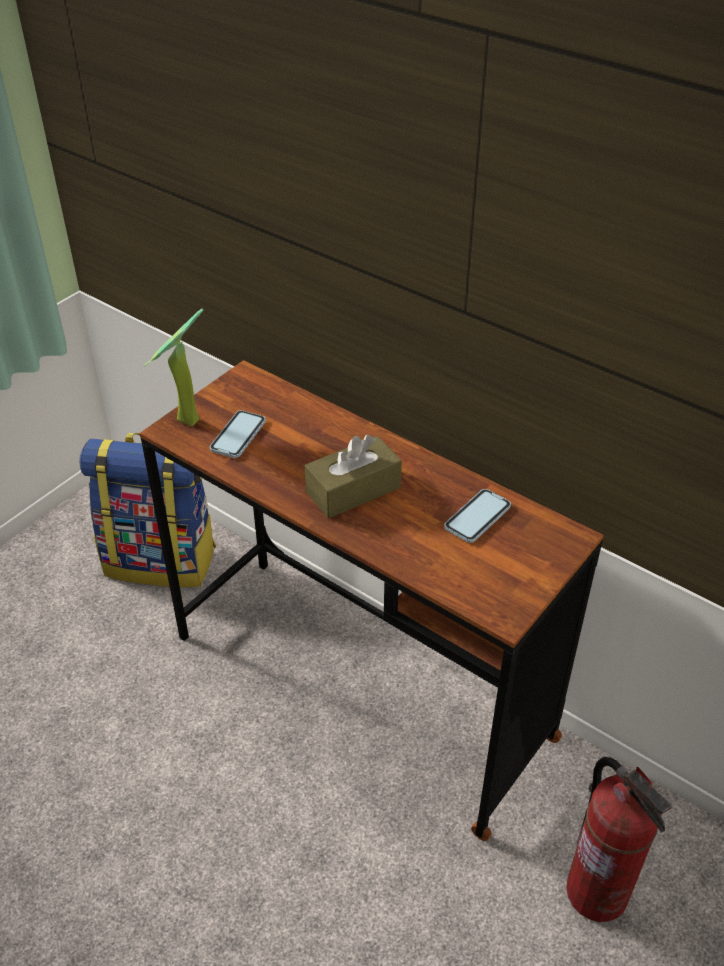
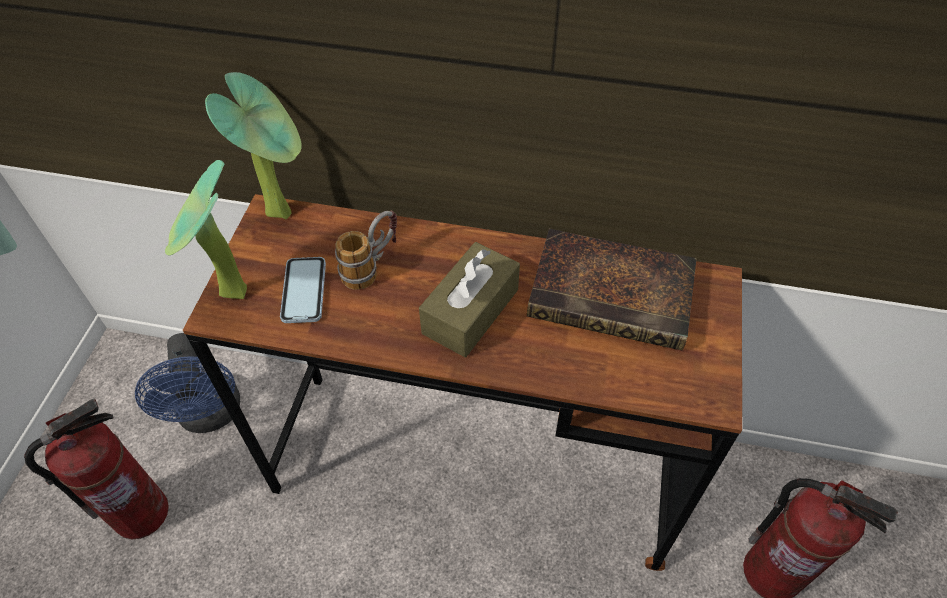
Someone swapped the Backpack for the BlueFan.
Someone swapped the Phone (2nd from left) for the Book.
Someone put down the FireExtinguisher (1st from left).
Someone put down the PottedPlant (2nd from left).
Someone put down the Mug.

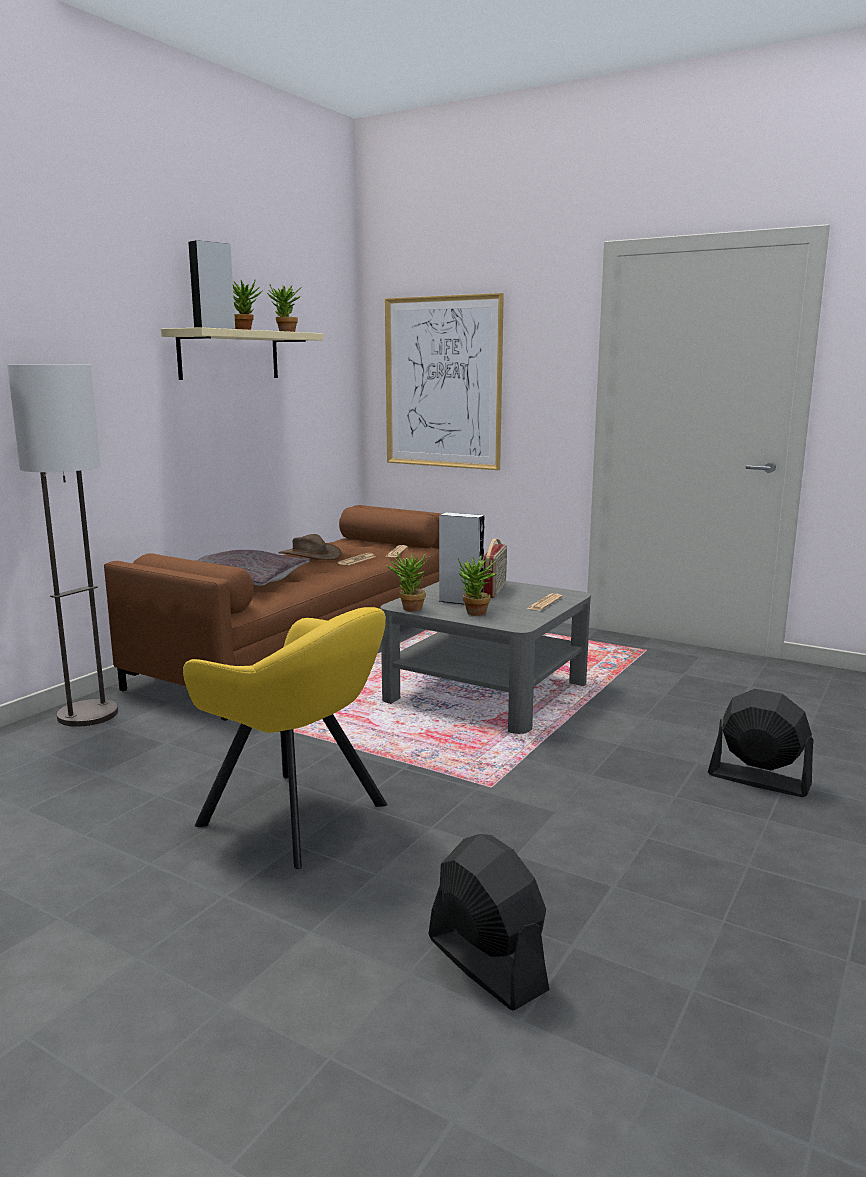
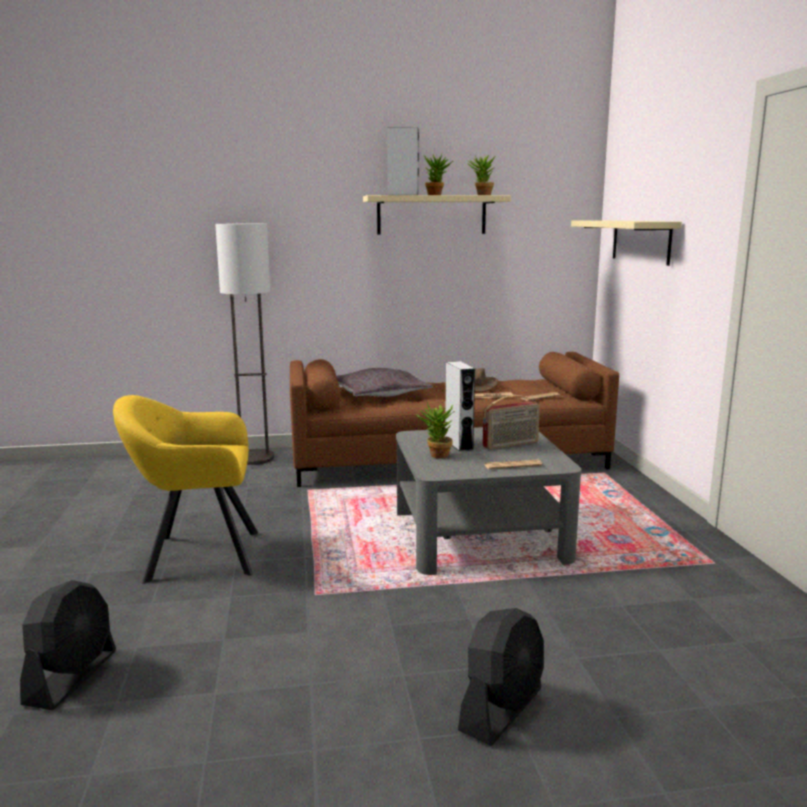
Someone rotated the YellowArmchair by 90 degrees clockwise.
Someone swapped the Picture for the BeigeShelf (2nd from left).
Someone took away the PottedPlant (3rd from left).
Someone rotated the BlackFan (2nd from left) by 45 degrees clockwise.

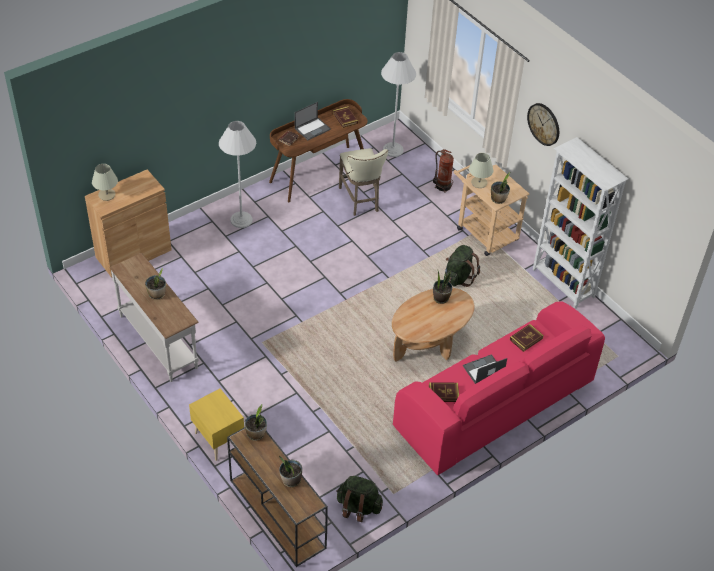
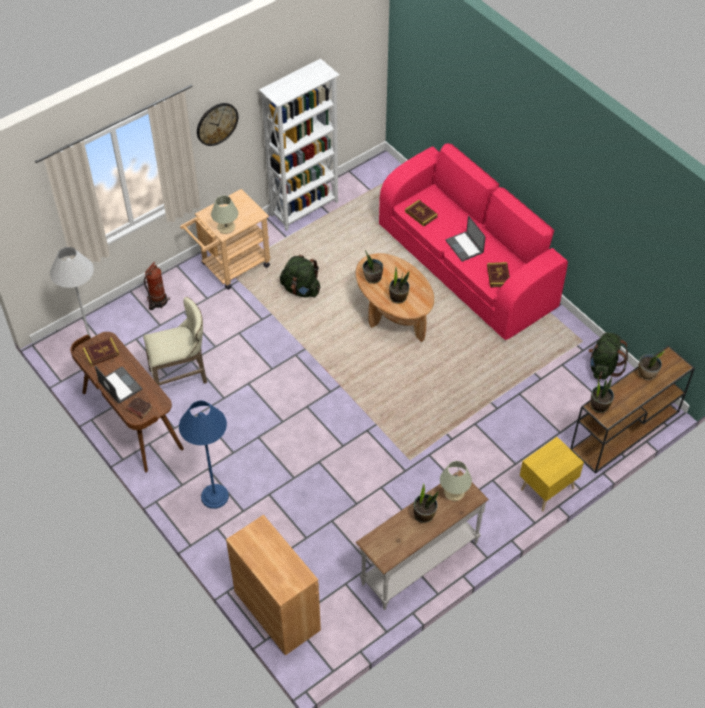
Someone carried the BeigeTableLamp (1st from left in the first image).
Someone repainted the WhiteFloorLamp (1st from left), which became the BlueFloorLamp.
Someone carried the PottedPlant (5th from left in the first image).

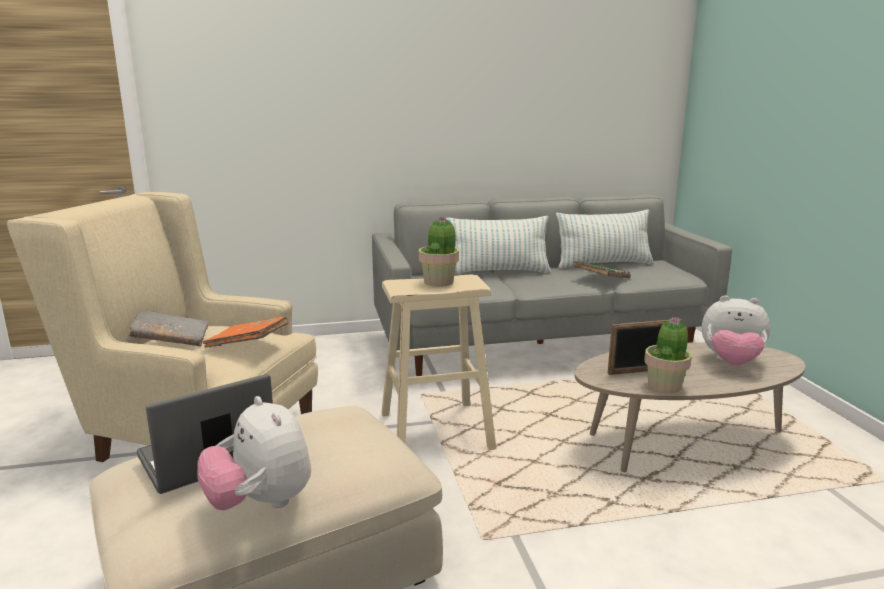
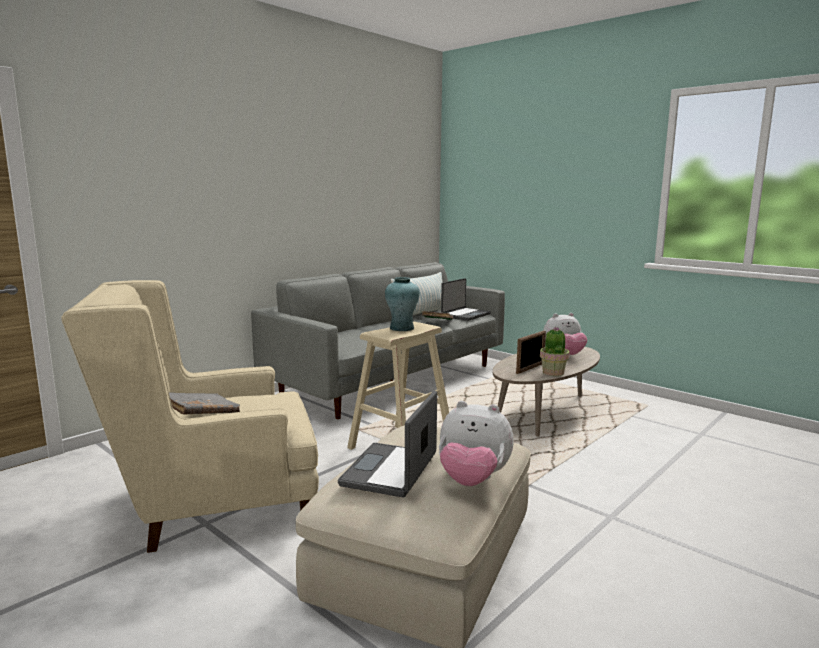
Someone took away the OrangeBook.
Someone swapped the PottedPlant (1st from left) for the TurquoiseVase.
Someone took away the Pillow (1st from left).
Someone put down the Laptop (2nd from left).

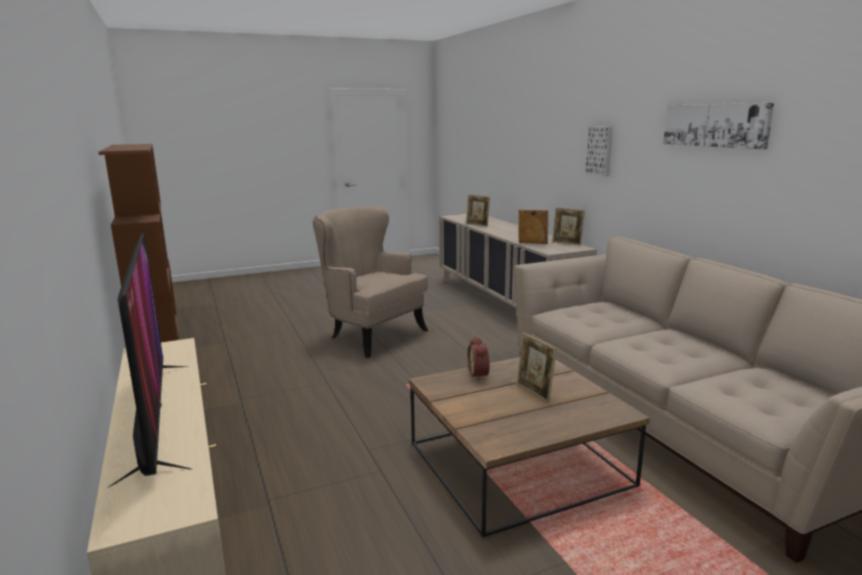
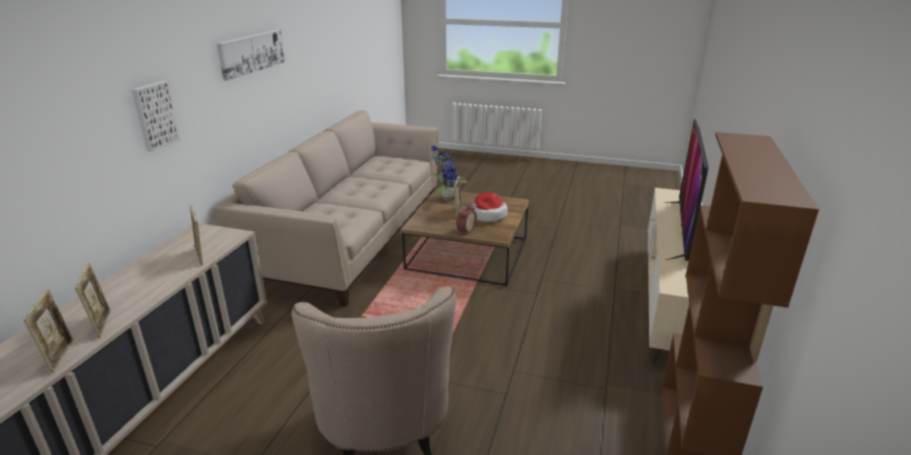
Someone carried the PictureFrame (4th from left in the first image).
Someone put down the PottedPlant.
Someone put down the Hat.

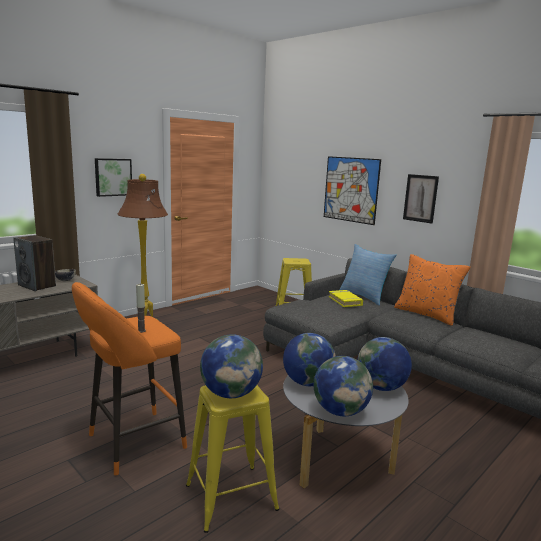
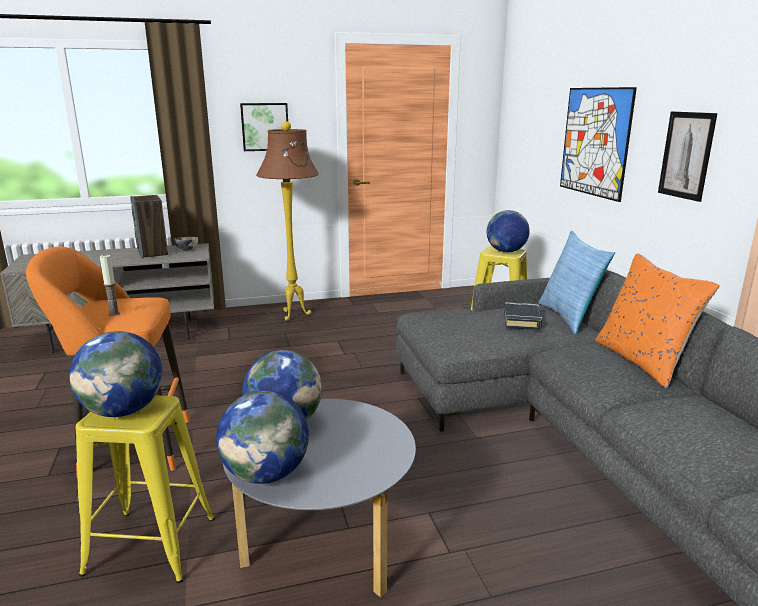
Someone repainted the YellowBook, which became the BlackBook.
Someone carried the Globe (4th from left).

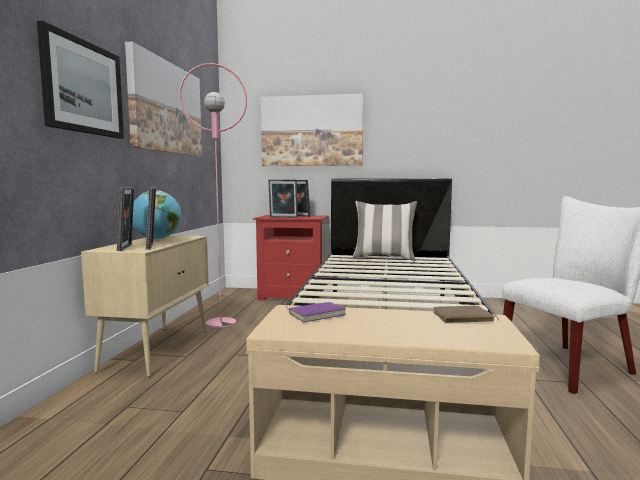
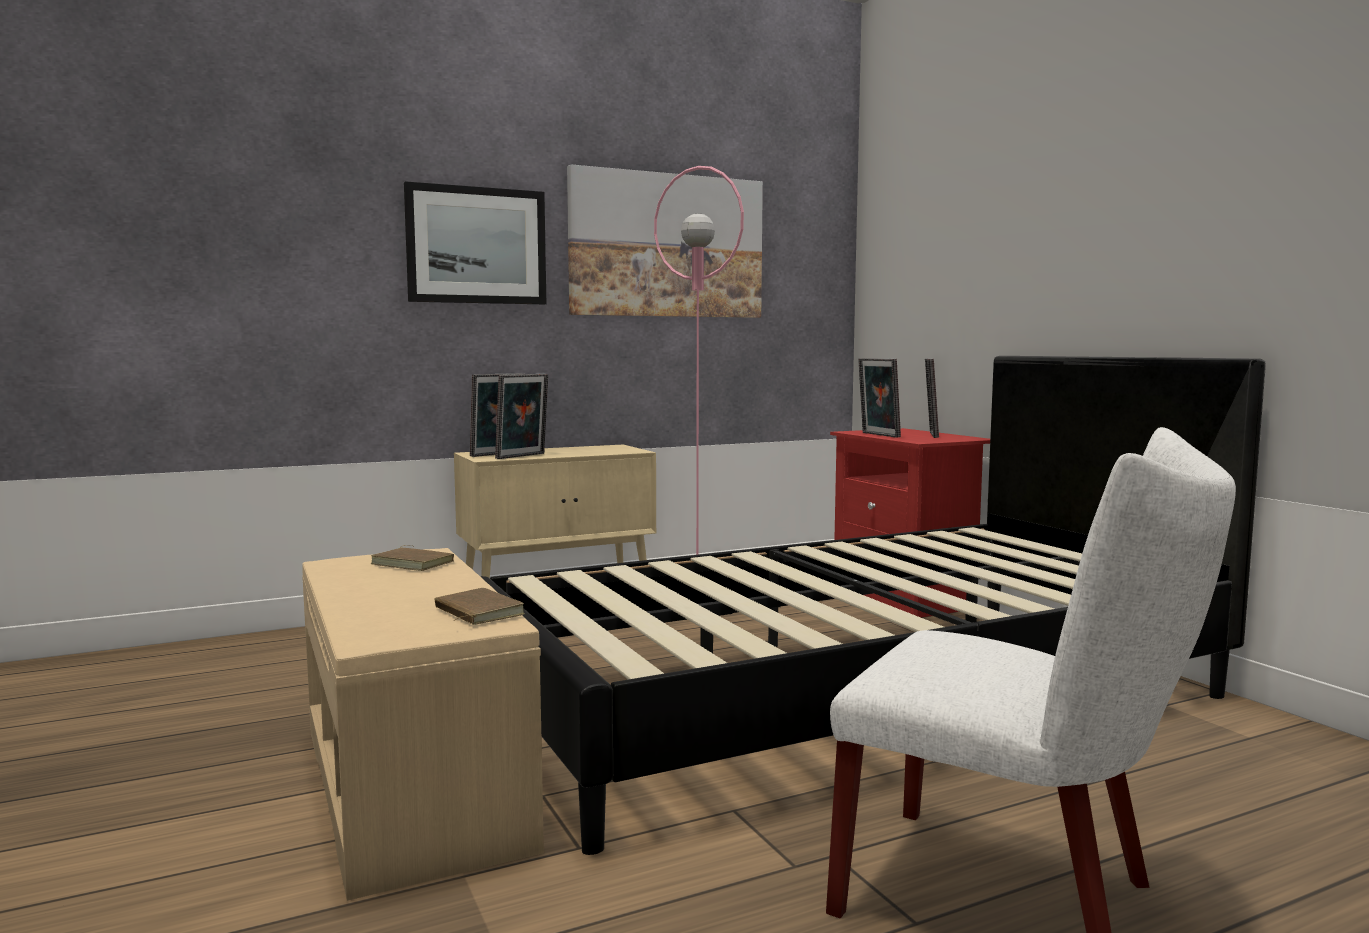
Someone took away the Globe.
Someone took away the Picture (3rd from left).
Someone repainted the PurpleBook, which became the BrownBook (1st from left).
Someone took away the Pillow.

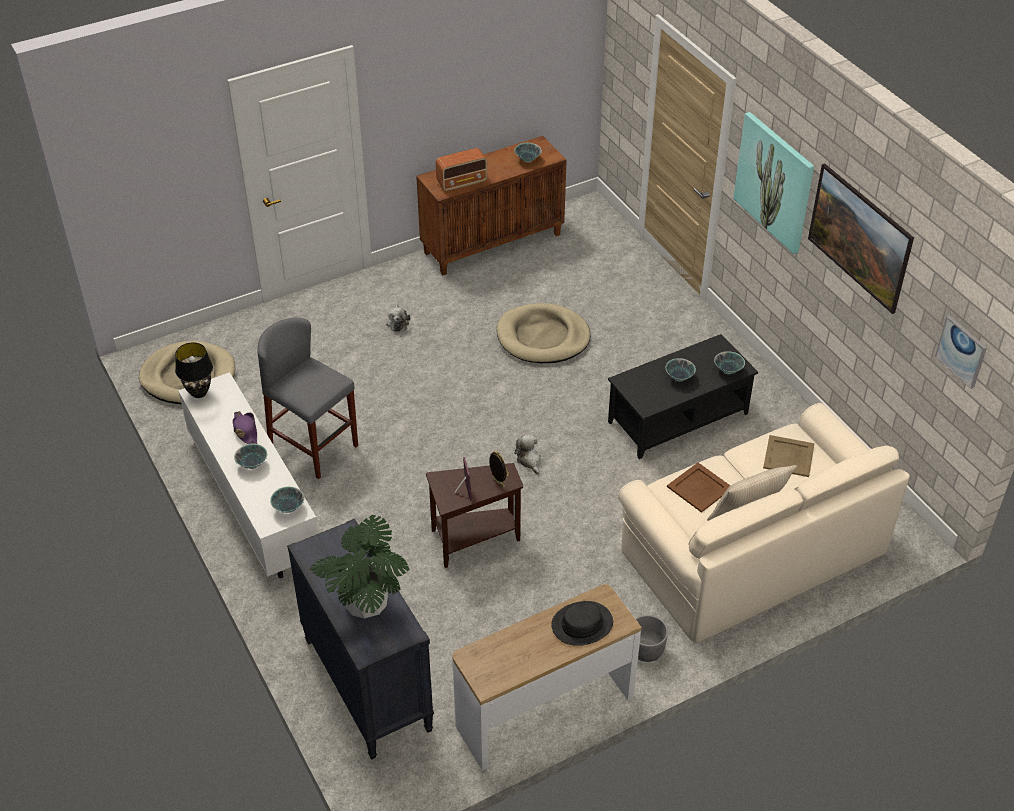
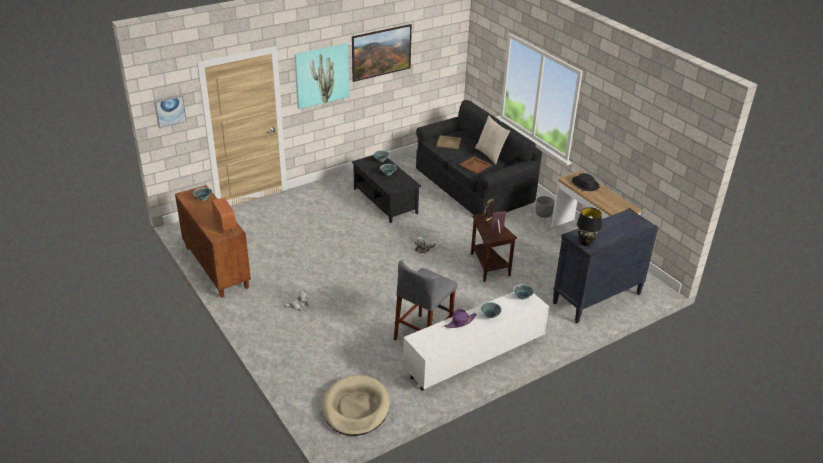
Someone carried the BlackTableLamp.
Someone took away the PottedPlant.
Someone took away the BeigeDogBed (2nd from left).
Someone repainted the BeigeSofa, which became the BlackSofa.
Someone carried the Picture (3rd from left in the first image).

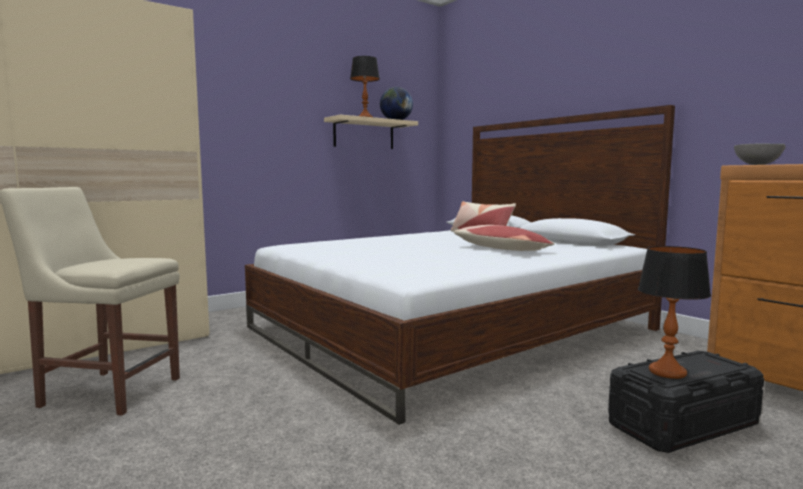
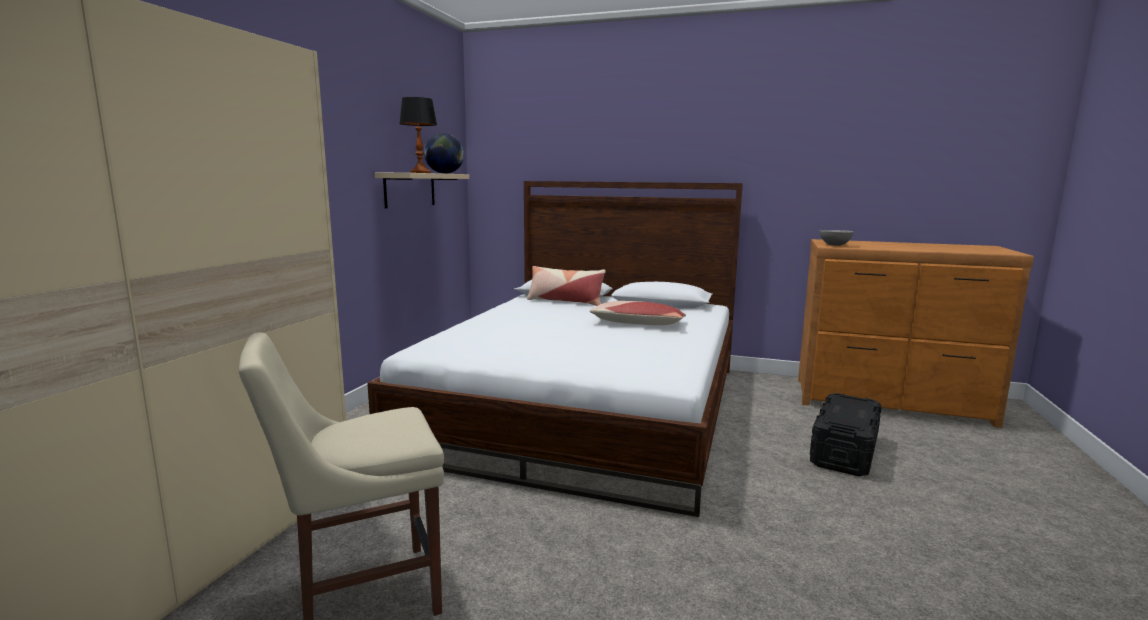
Someone took away the TableLamp (2nd from left).

